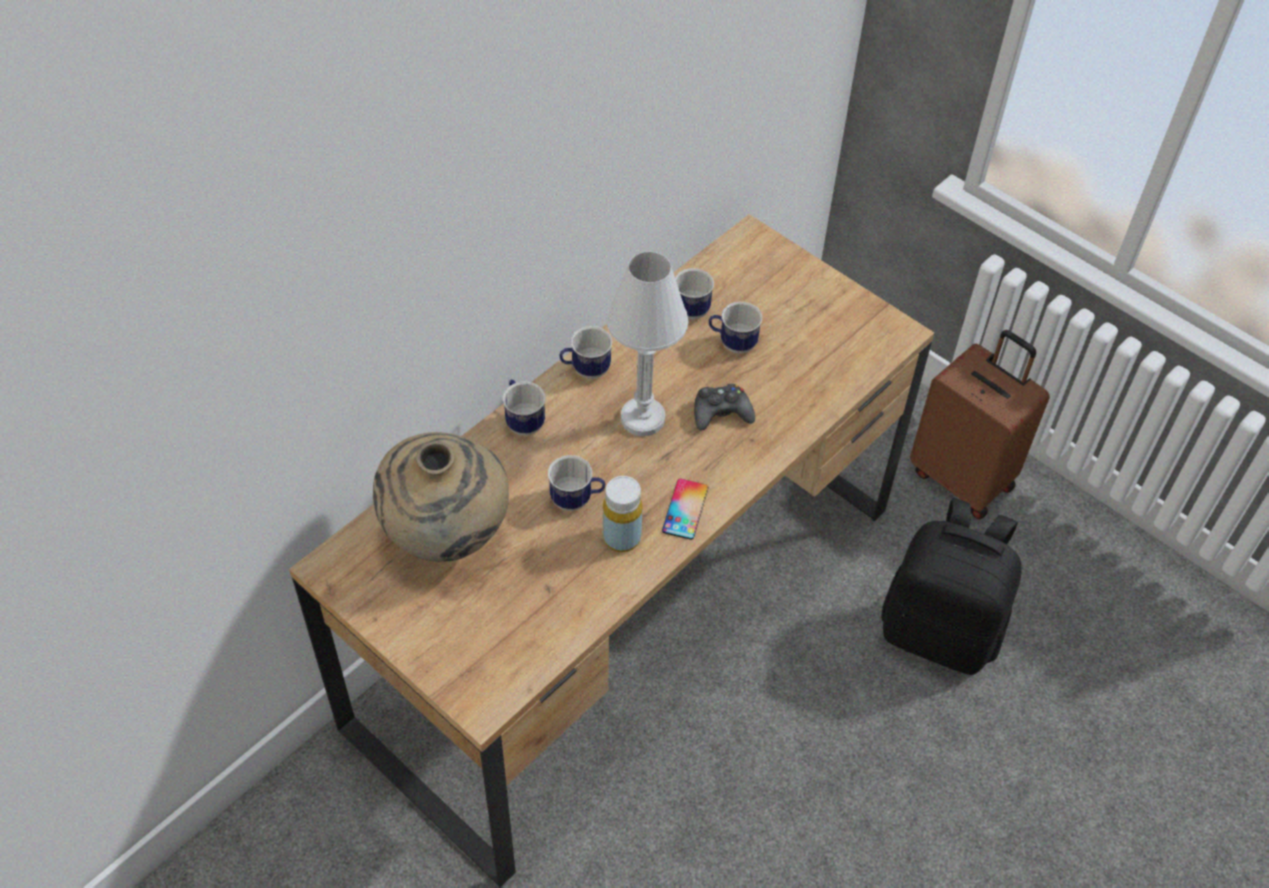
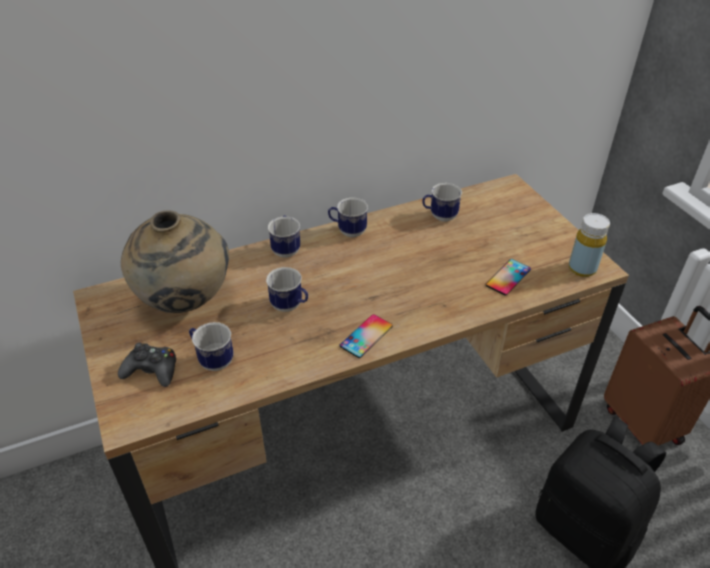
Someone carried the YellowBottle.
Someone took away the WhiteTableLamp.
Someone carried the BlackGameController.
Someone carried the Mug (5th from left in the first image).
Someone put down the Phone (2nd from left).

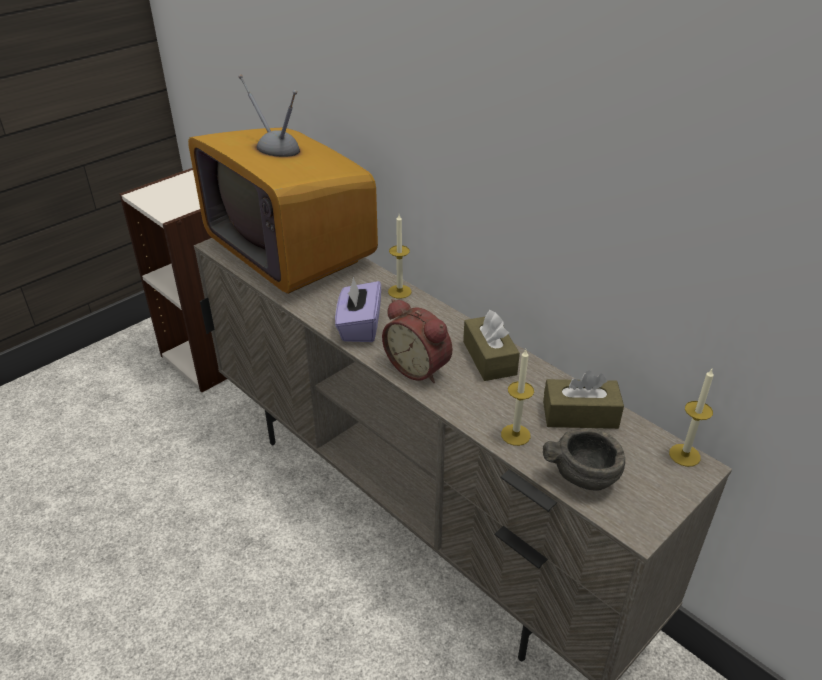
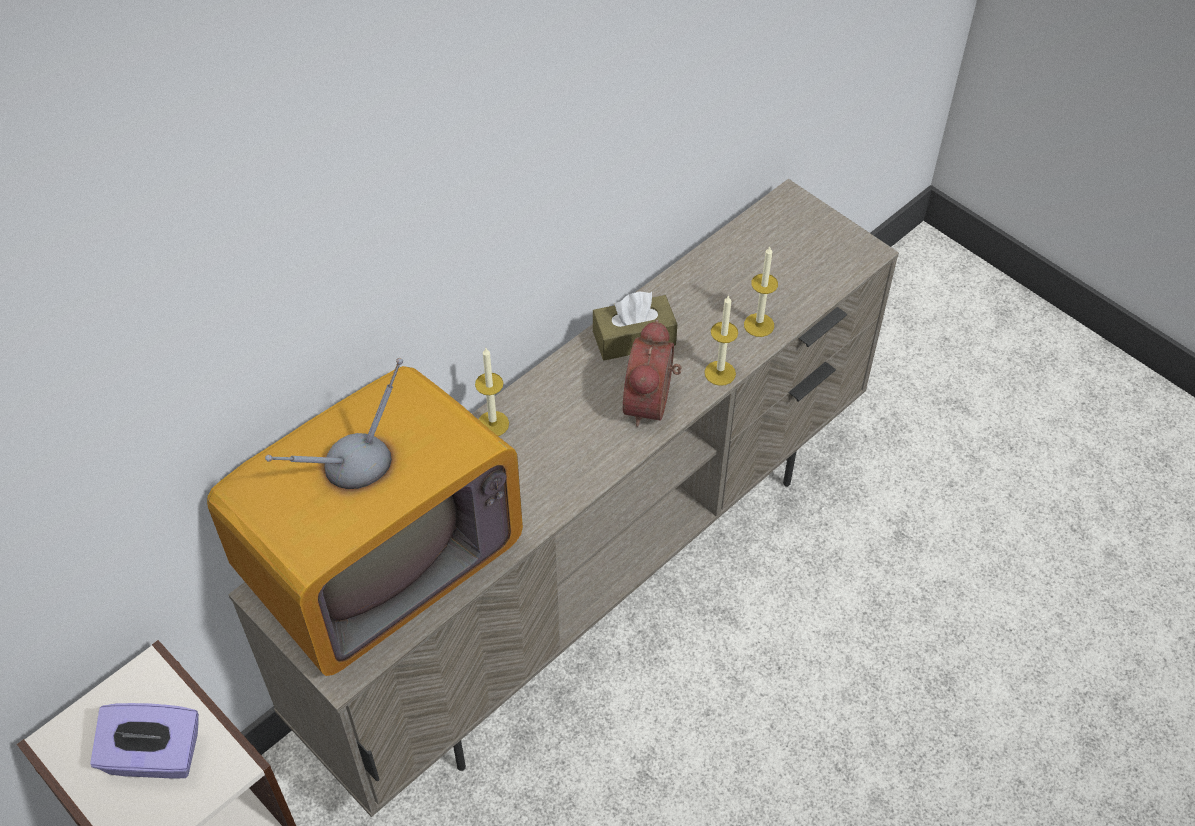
Someone carried the PurpleTissueBox.
Someone rotated the AlarmClock by 150 degrees clockwise.
Someone took away the BrownTissueBox (2nd from left).
Someone took away the GreyBowl.
Someone carried the Candle (3rd from left in the first image).

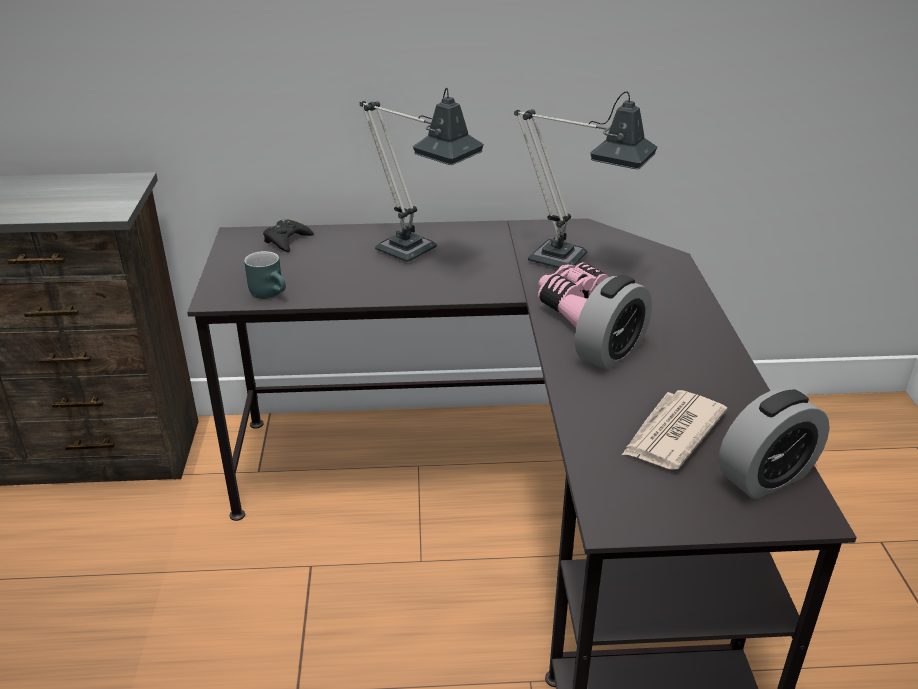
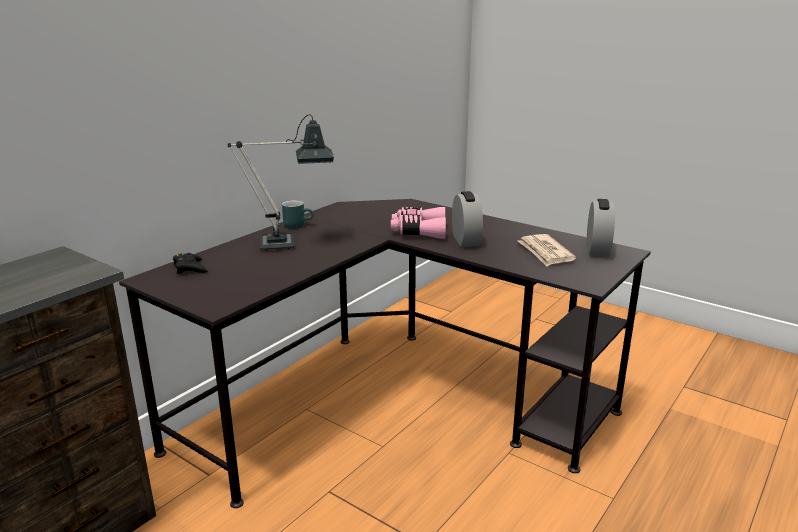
Someone carried the TurquoiseMug.
Someone took away the TableLamp (2nd from left).

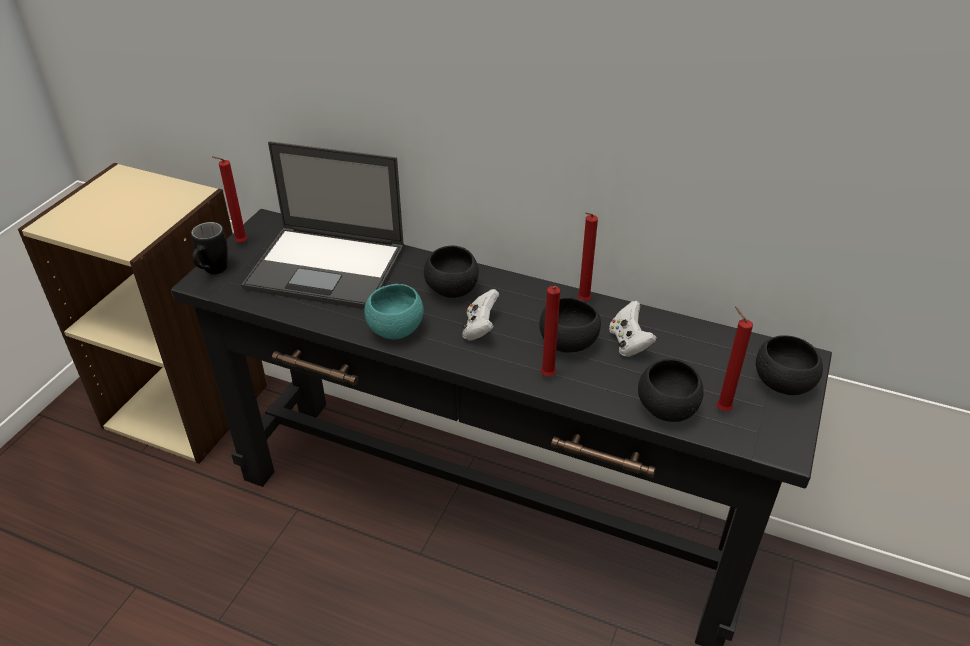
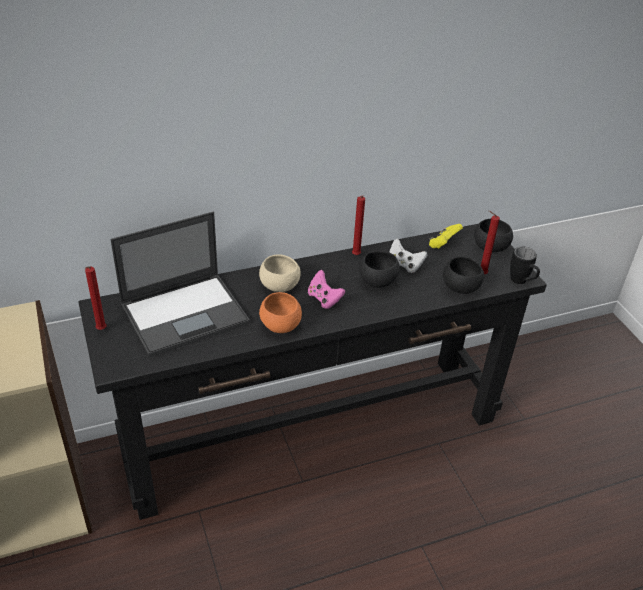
Someone carried the BlackMug.
Someone repainted the TurquoiseBowl, which became the OrangeBowl.
Someone repainted the BlackBowl (1st from left), which became the BeigeBowl.
Someone repainted the WhiteGameController (1st from left), which became the PinkGameController.
Someone took away the RedCandle (2nd from left).
Someone put down the YellowGameController.

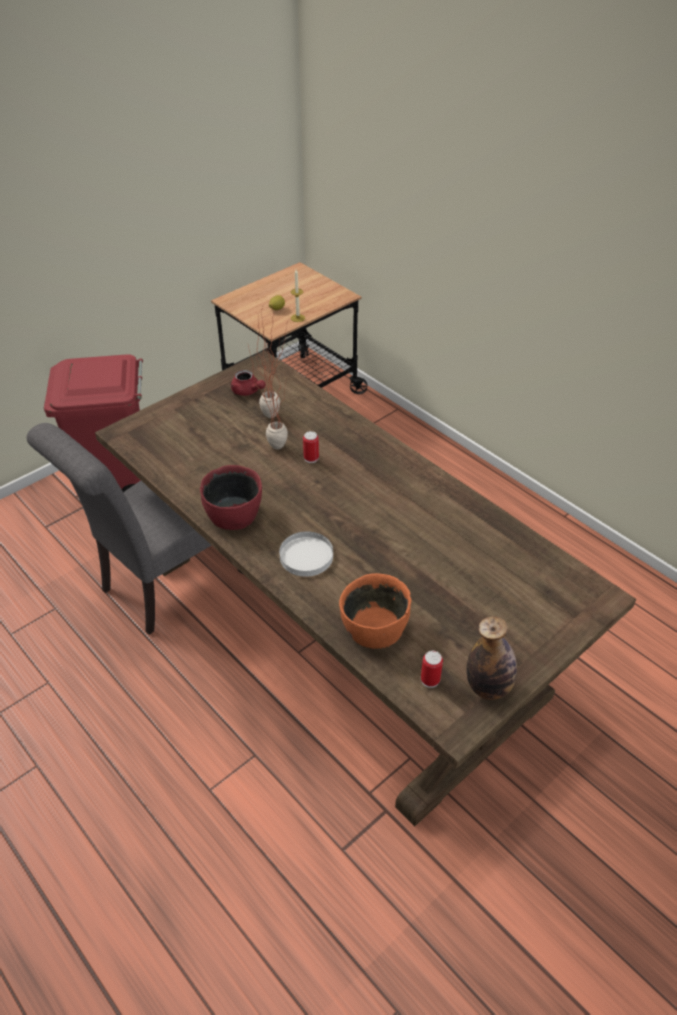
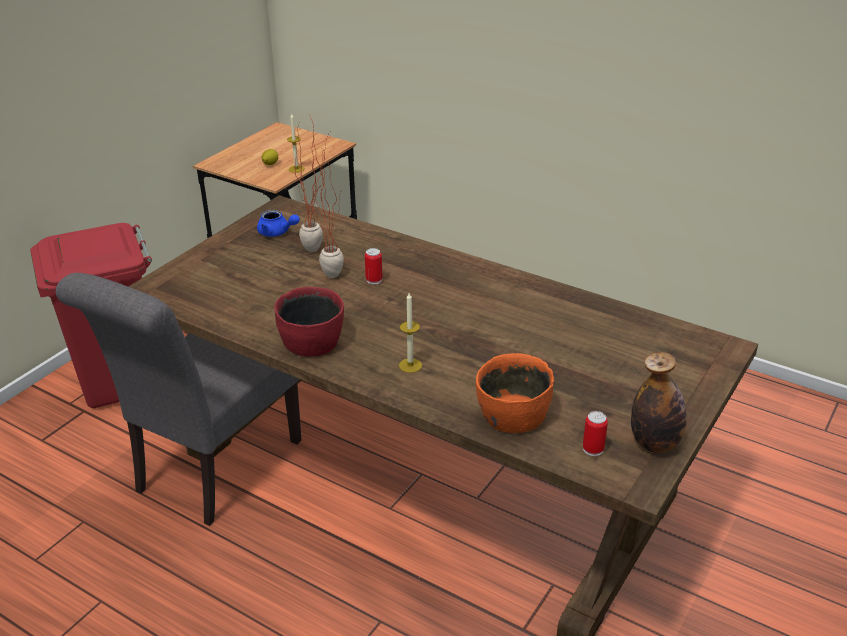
Someone repainted the RedTeapot, which became the BlueTeapot.
Someone swapped the WhitePlate for the Candle (2nd from left).

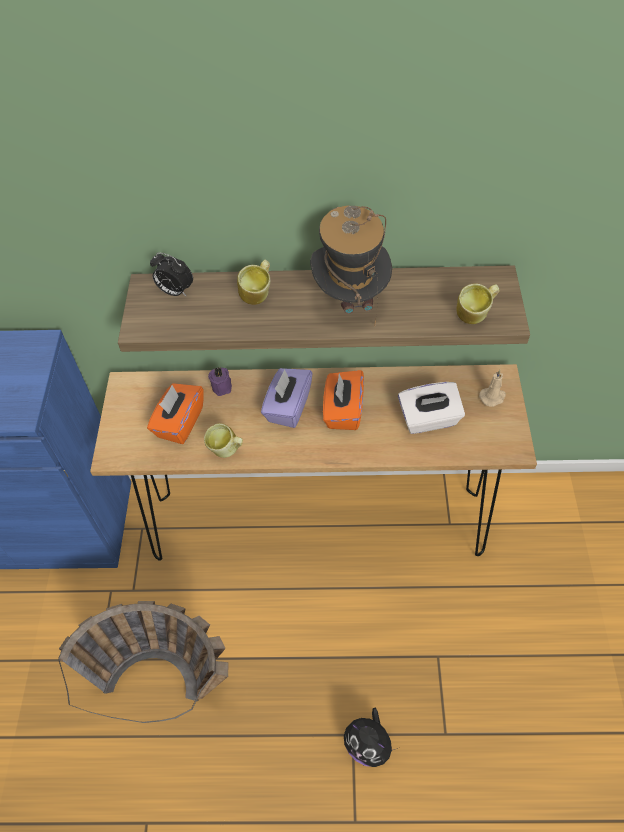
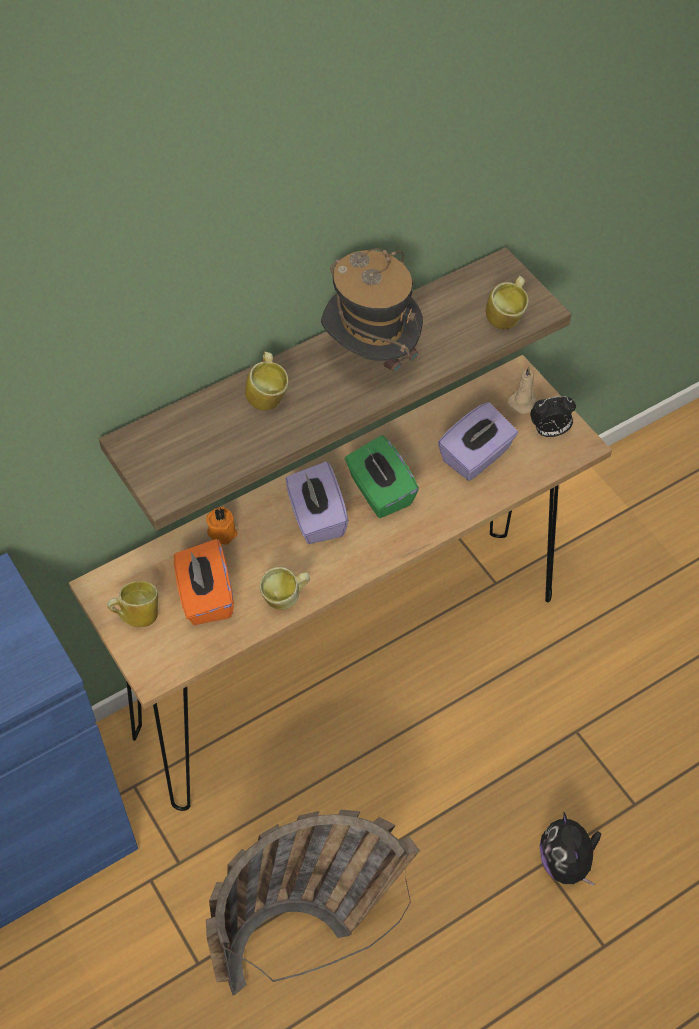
Someone carried the AlarmClock.
Someone repainted the PurpleCandle, which became the OrangeCandle.
Someone repainted the OrangeTissueBox (2nd from left), which became the GreenTissueBox.
Someone rotated the PlushToy by 75 degrees clockwise.
Someone repainted the WhiteTissueBox, which became the PurpleTissueBox (2nd from left).
Someone put down the Mug (1st from left).

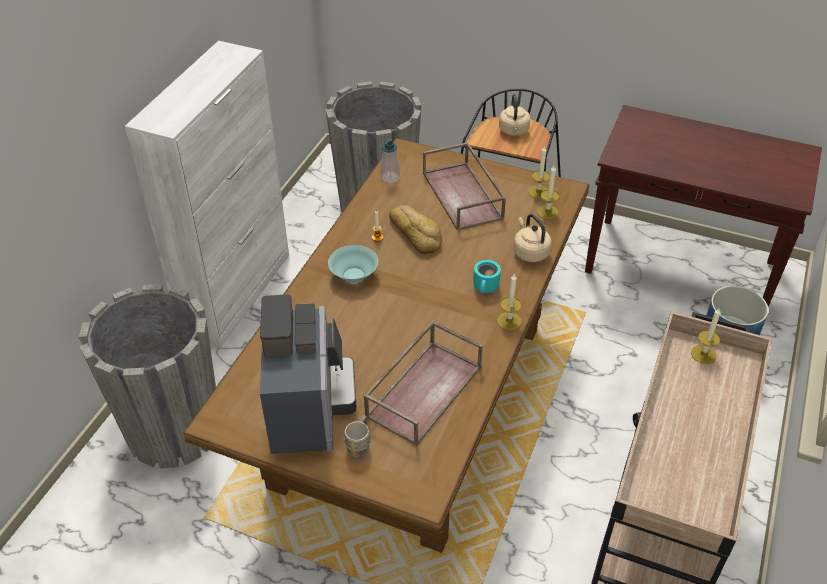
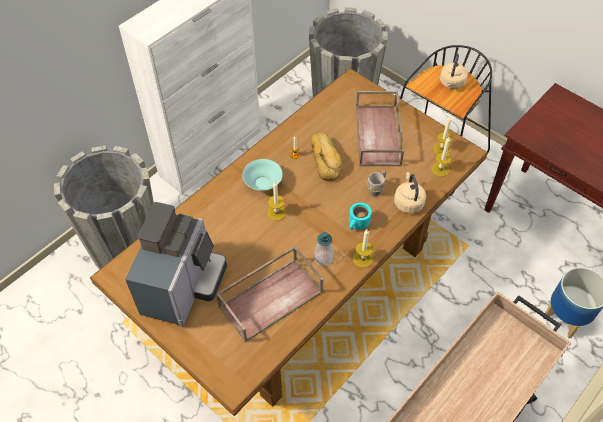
Someone carried the GreyMug.
Someone carried the SoapDispenser.
Someone carried the Candle (5th from left in the first image).

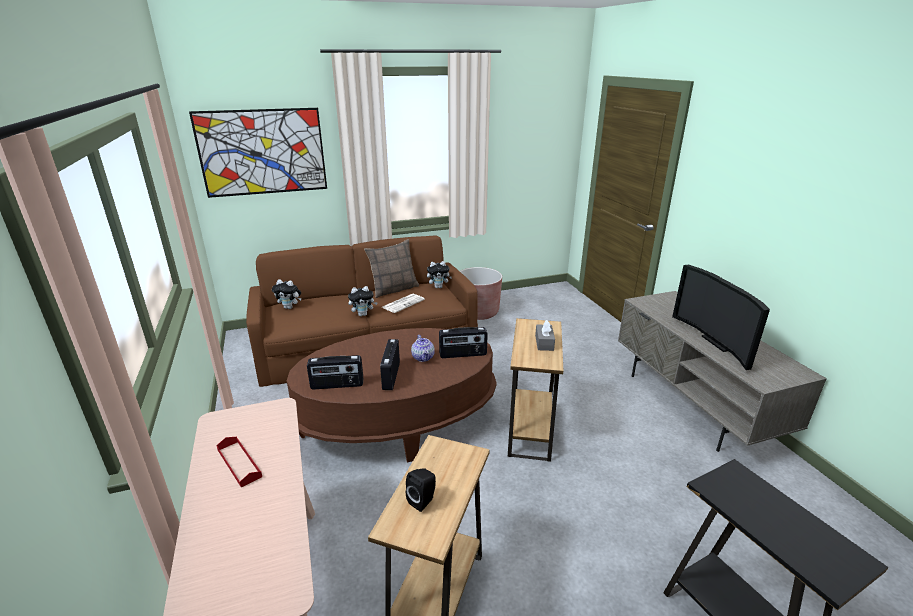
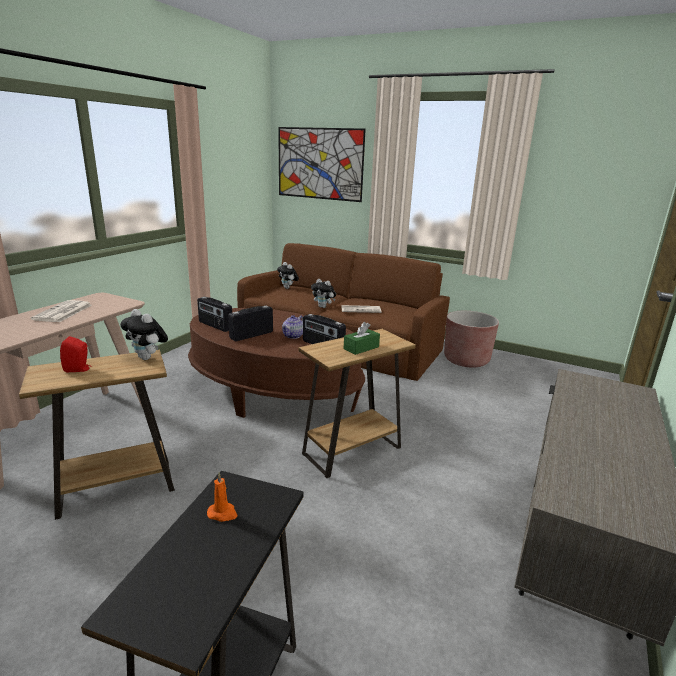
Someone swapped the RedTray for the Newspaper (1st from left).
Someone took away the Pillow.
Someone repainted the BlackSpeaker, which became the RedSpeaker.
Someone carried the PlushToy (3rd from left in the first image).
Someone repainted the GreyTissueBox, which became the GreenTissueBox.
Someone took away the Television.
Someone put down the OrangeCandle.

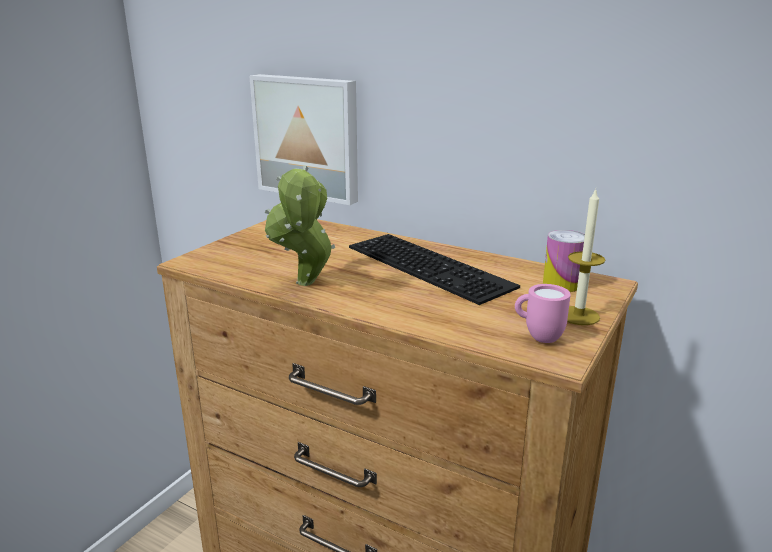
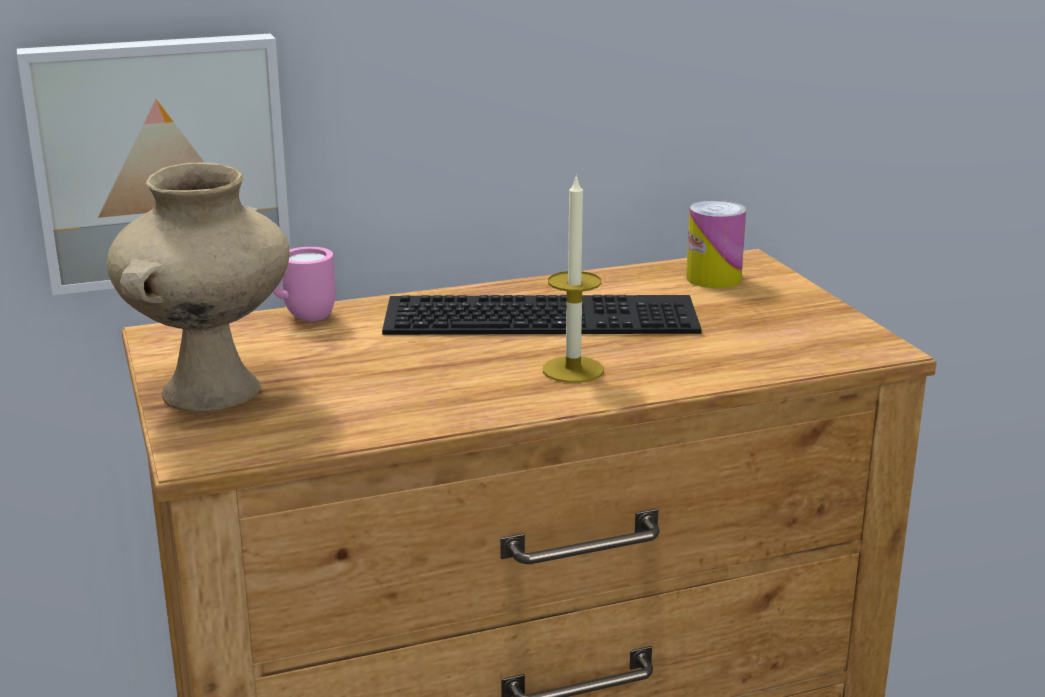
Someone took away the PottedPlant.
Someone carried the PinkMug.
Someone carried the Candle.
Someone put down the BeigeVase.

